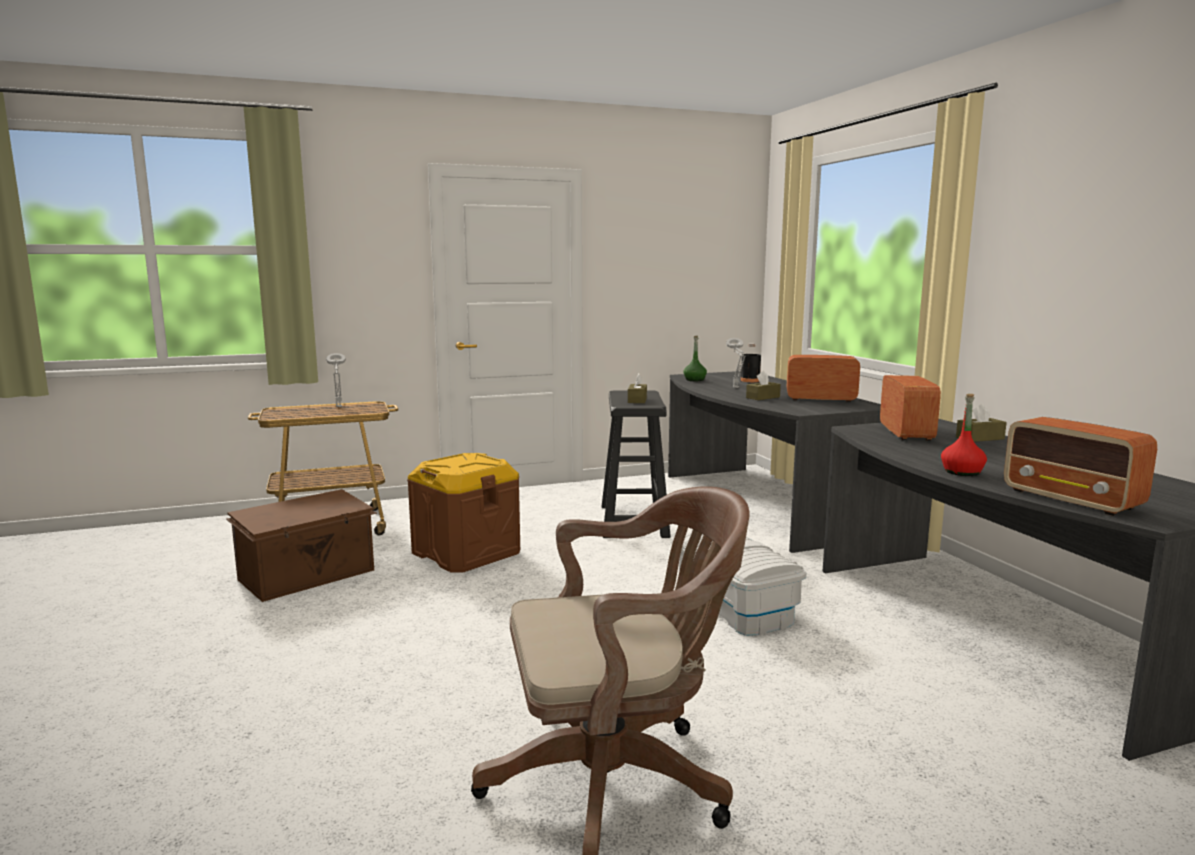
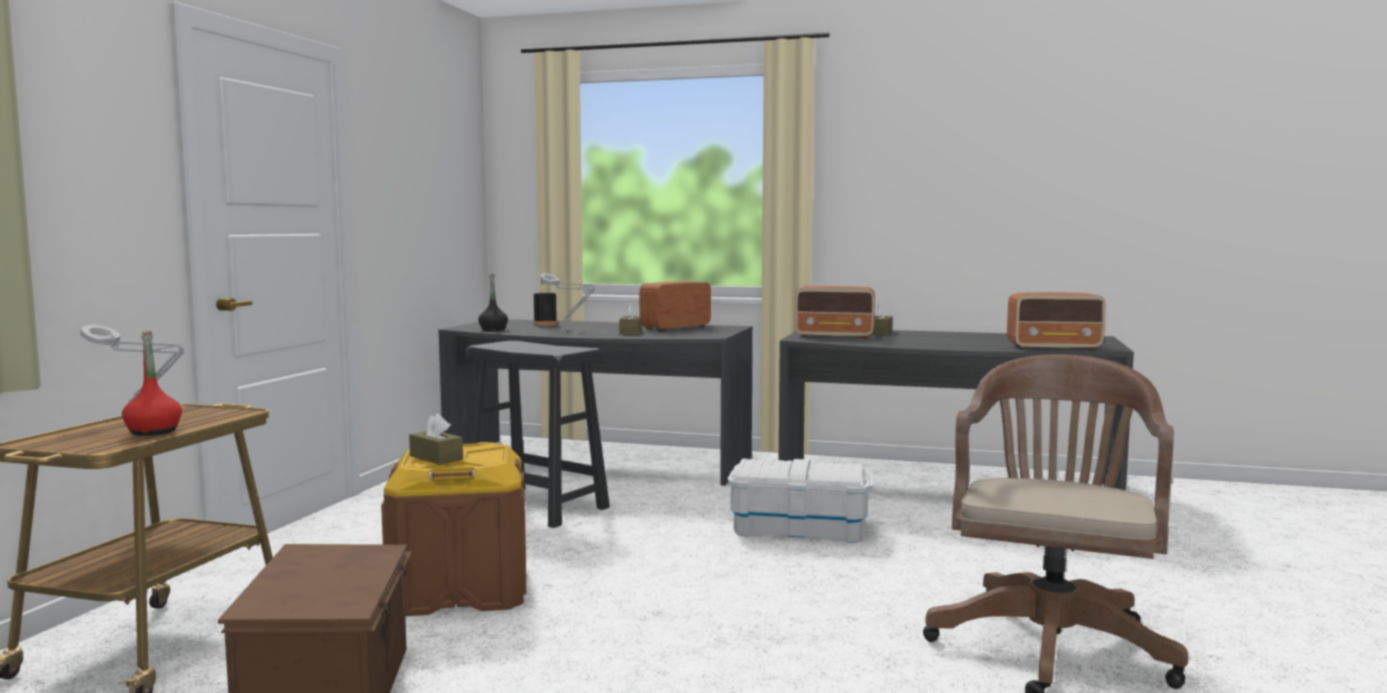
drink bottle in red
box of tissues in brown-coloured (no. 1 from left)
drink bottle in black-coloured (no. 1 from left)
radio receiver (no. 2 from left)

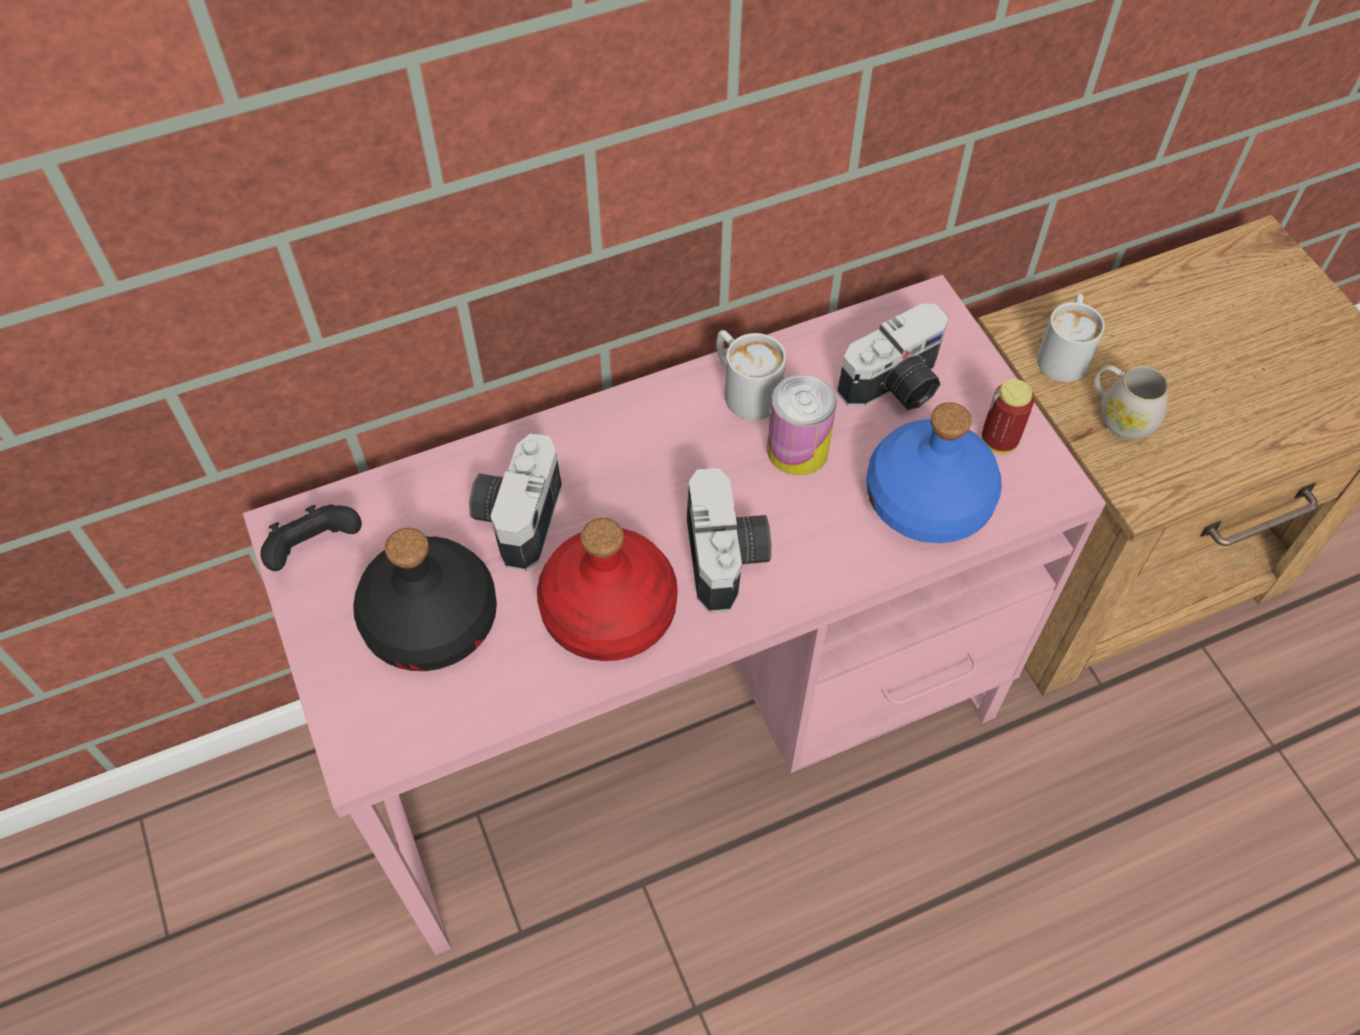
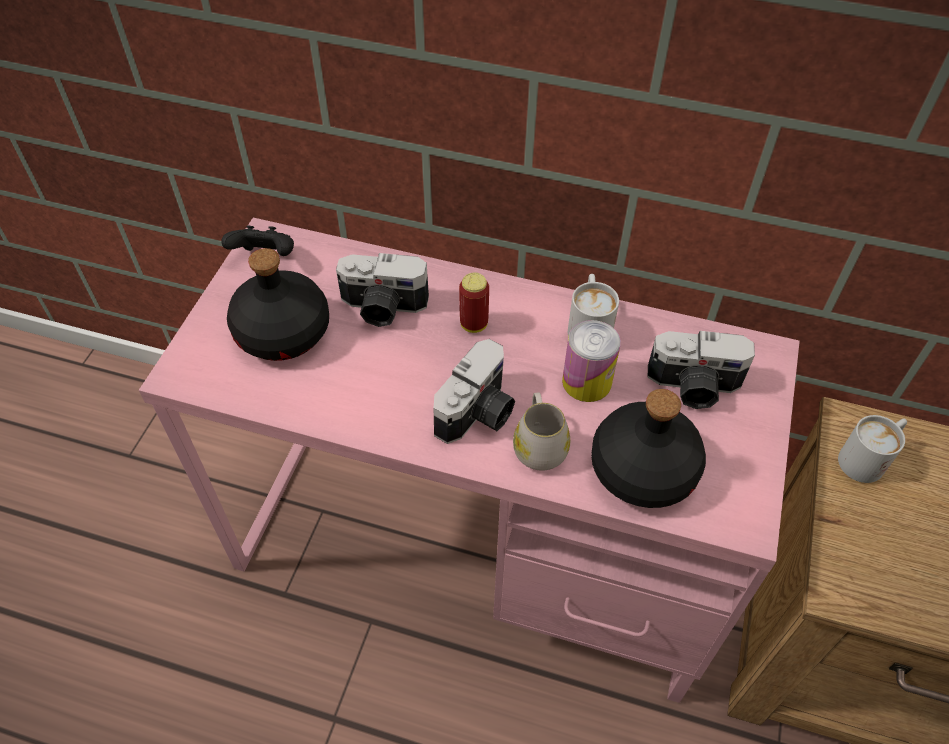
photo camera (no. 1 from left)
can (no. 1 from left)
mug in white (no. 1 from left)
drink bottle in black-coloured (no. 2 from left)
drink bottle in red

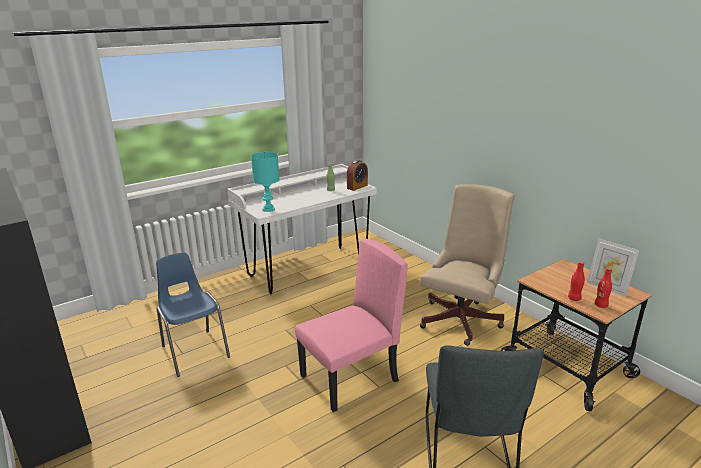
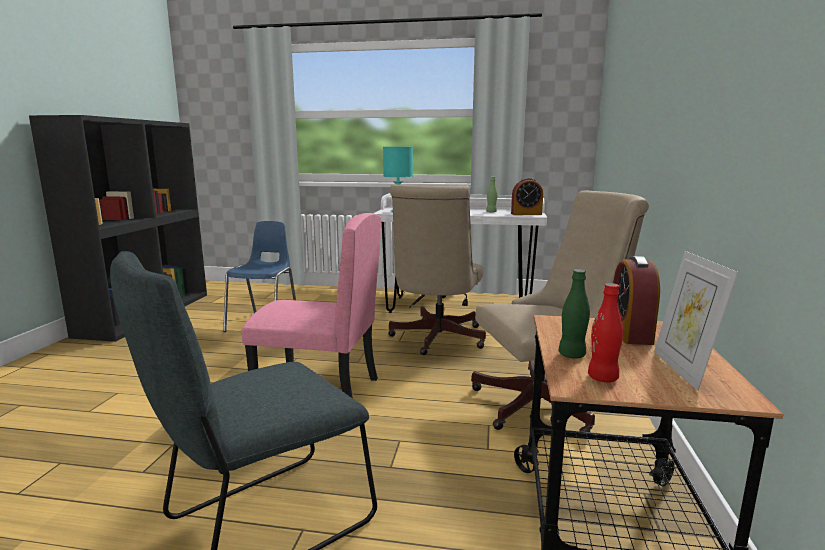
computer chair in beige-coloured (no. 1 from left)
drink bottle in green (no. 2 from left)
bedside clock (no. 2 from left)

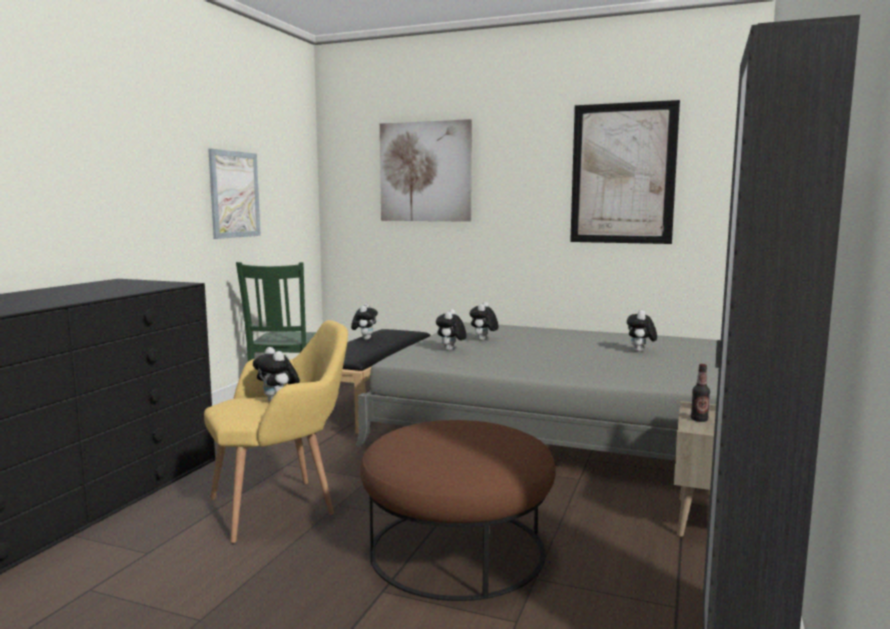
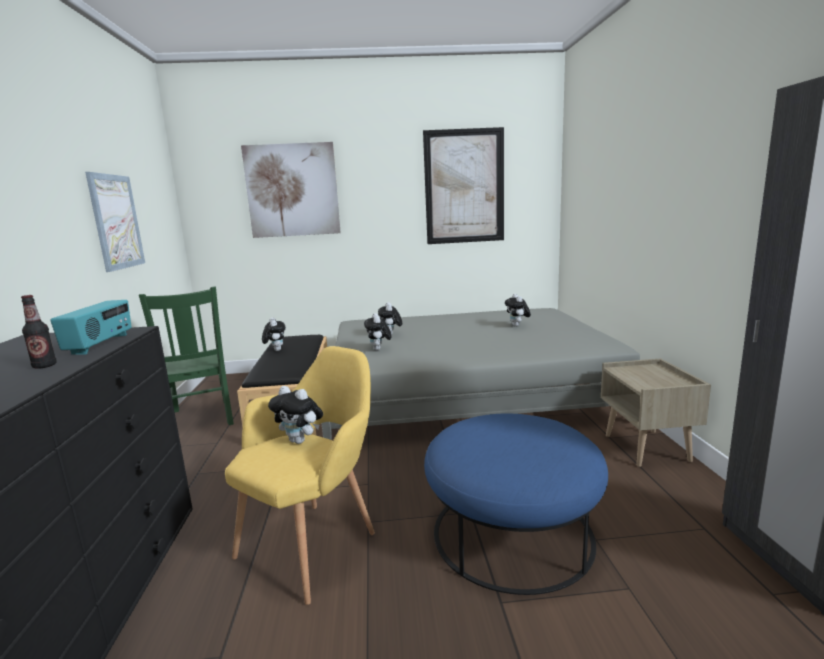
drink bottle
radio receiver
footrest in bluish

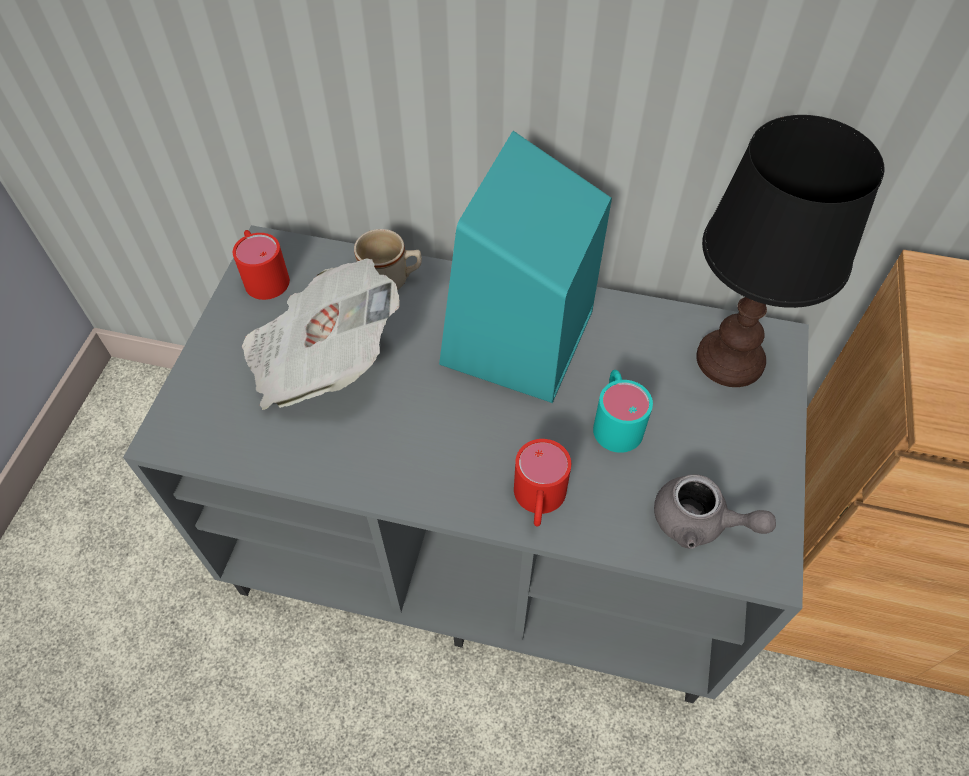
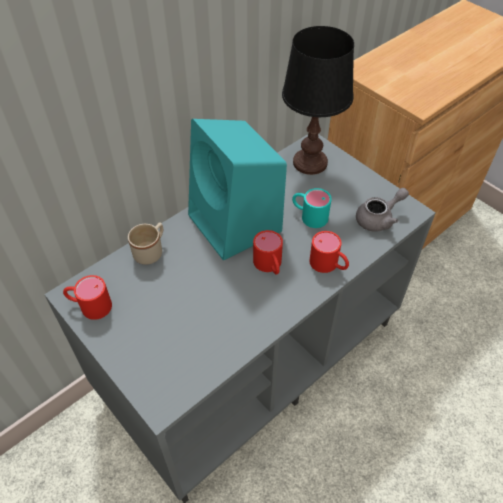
mug in red (no. 2 from left)
daily paper

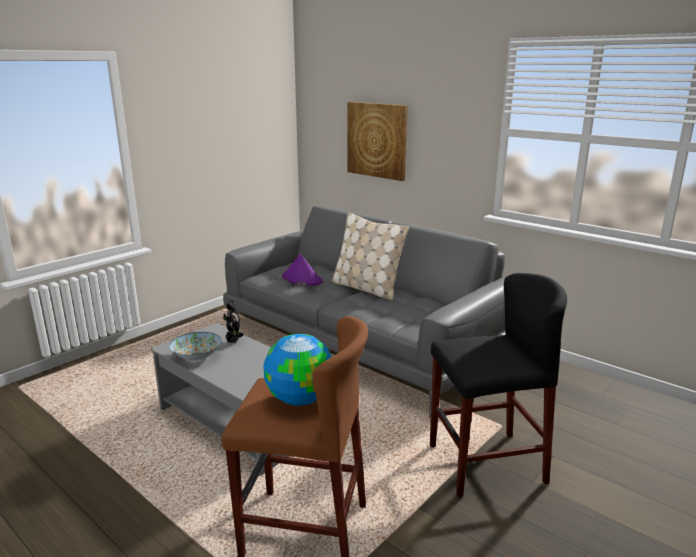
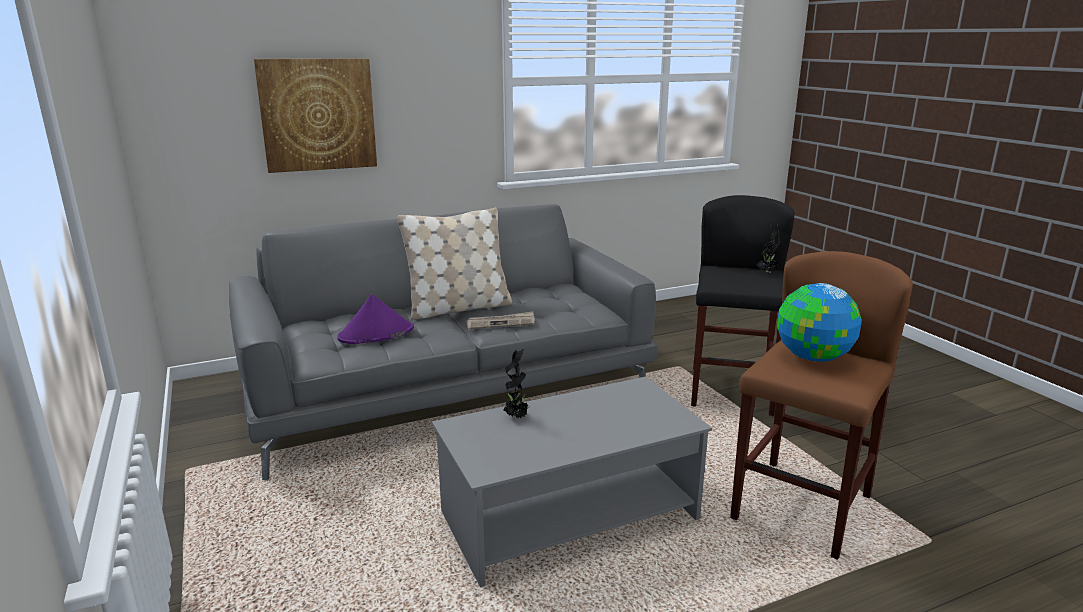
daily paper
potted plant (no. 2 from left)
deep dish

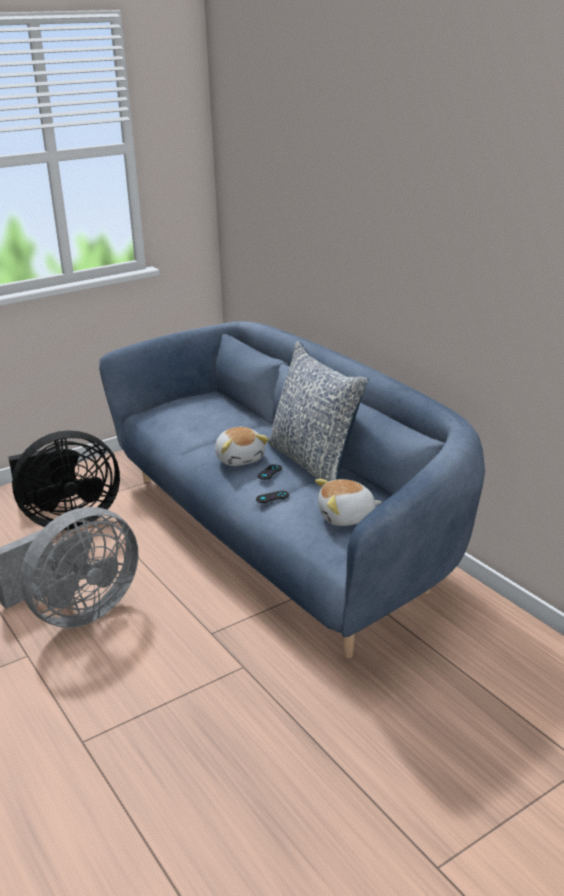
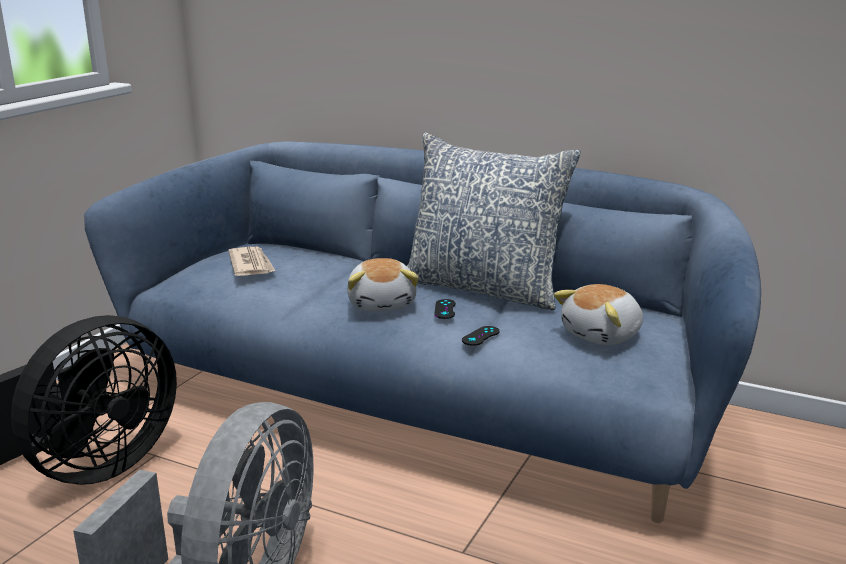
daily paper
plush toy (no. 1 from left)

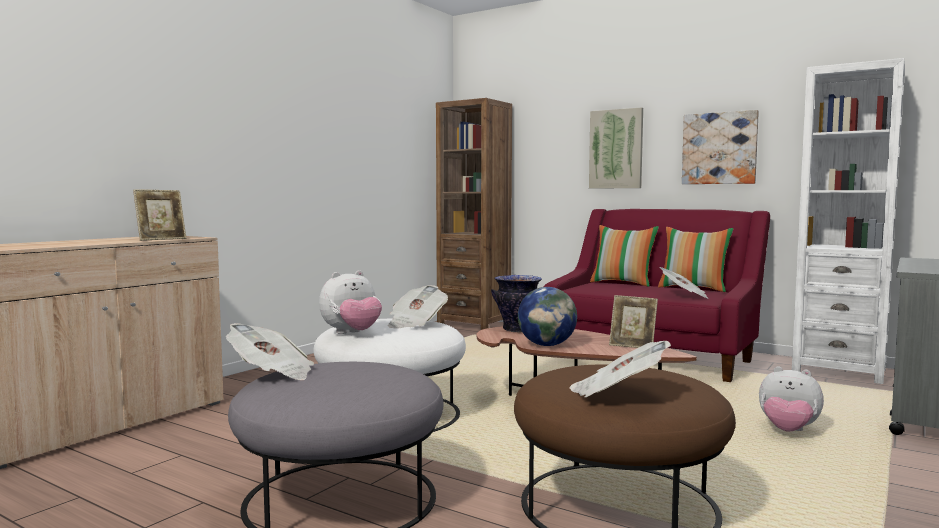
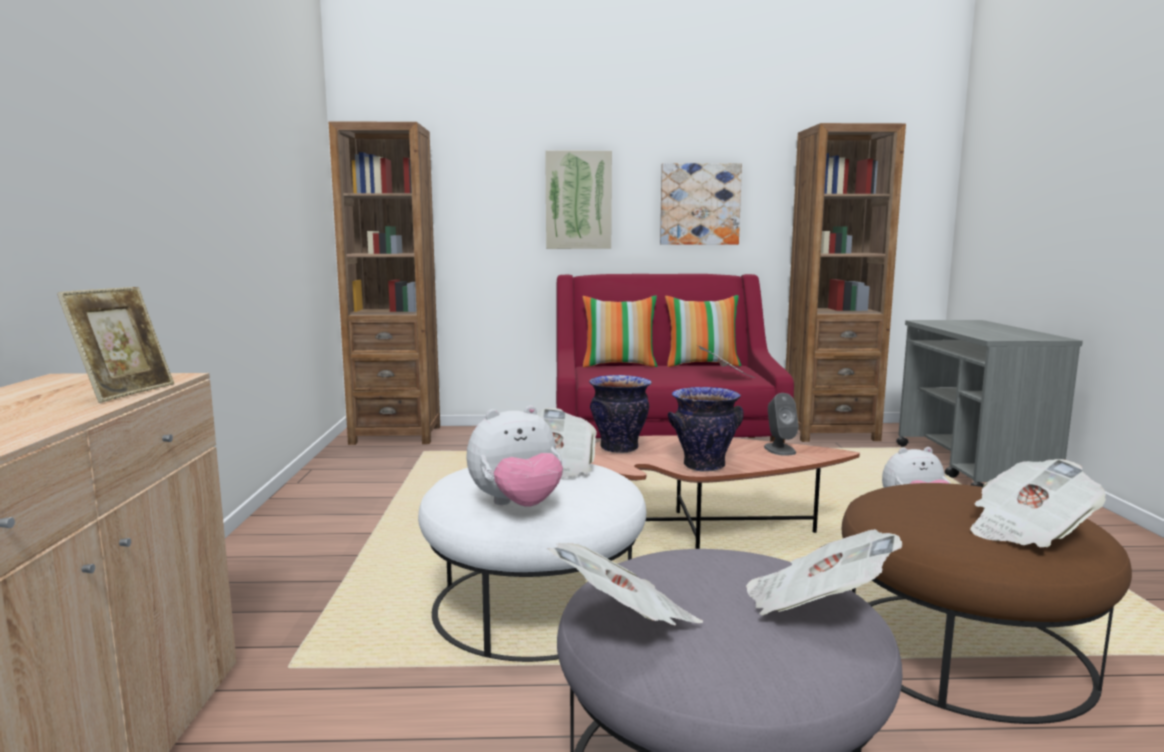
plush toy (no. 1 from left)
vase (no. 2 from left)
daily paper (no. 4 from left)
audio speaker in greyish
bookshelf in brown-coloured (no. 2 from left)

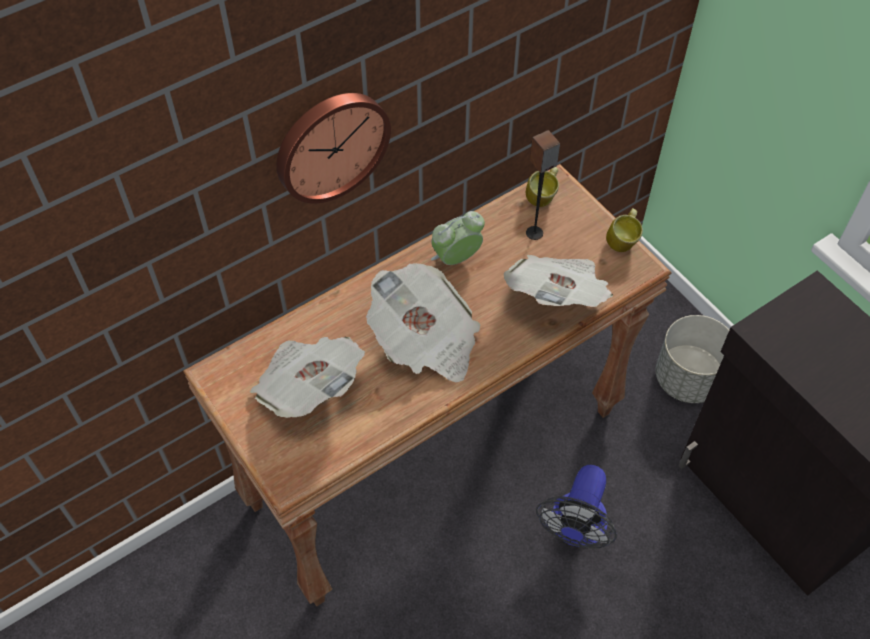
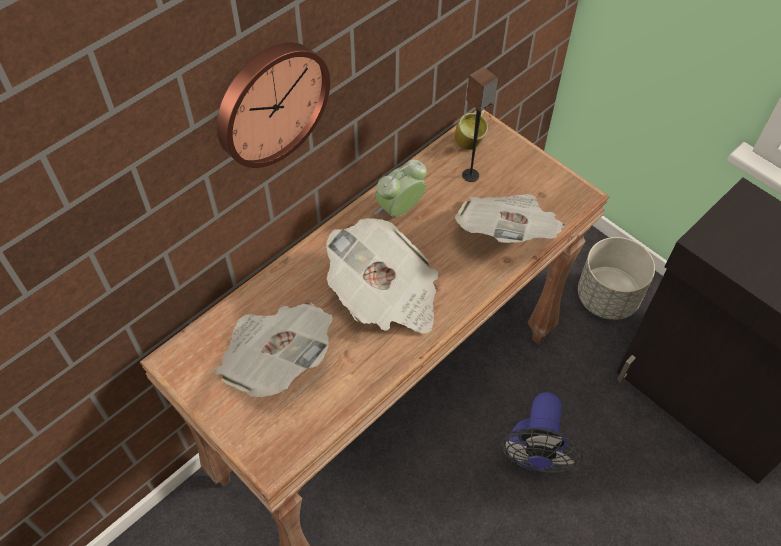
mug (no. 2 from left in the first image)

